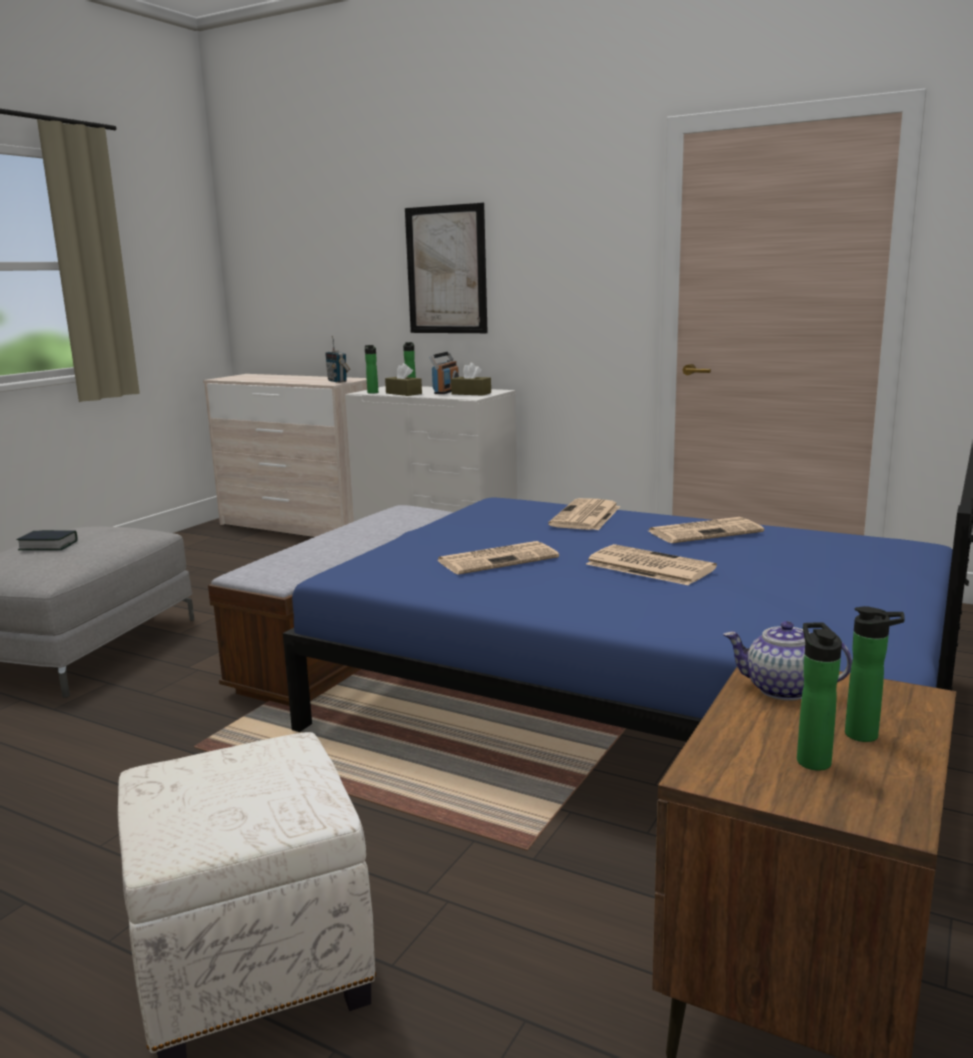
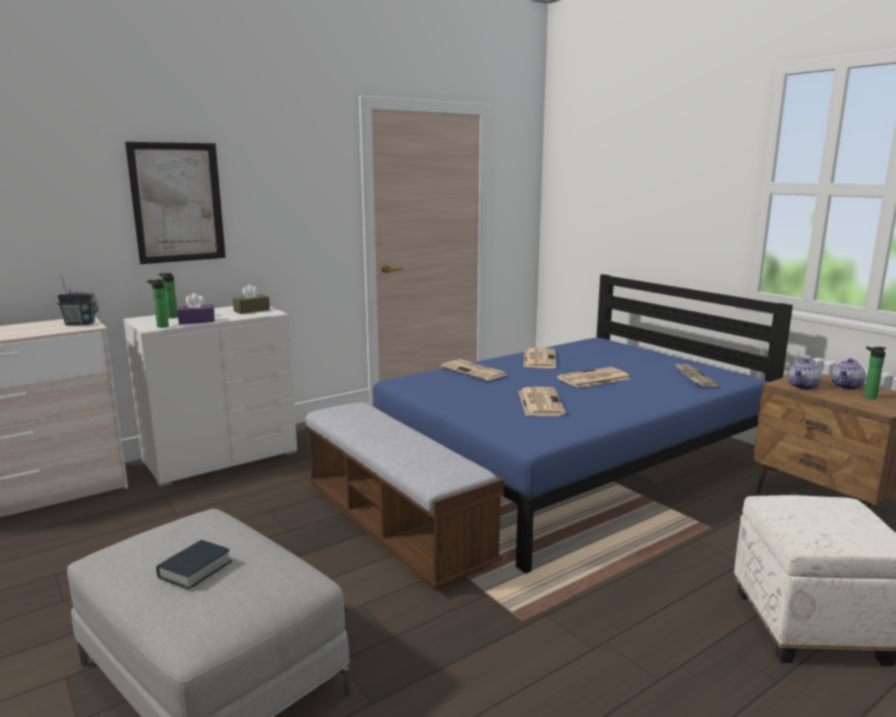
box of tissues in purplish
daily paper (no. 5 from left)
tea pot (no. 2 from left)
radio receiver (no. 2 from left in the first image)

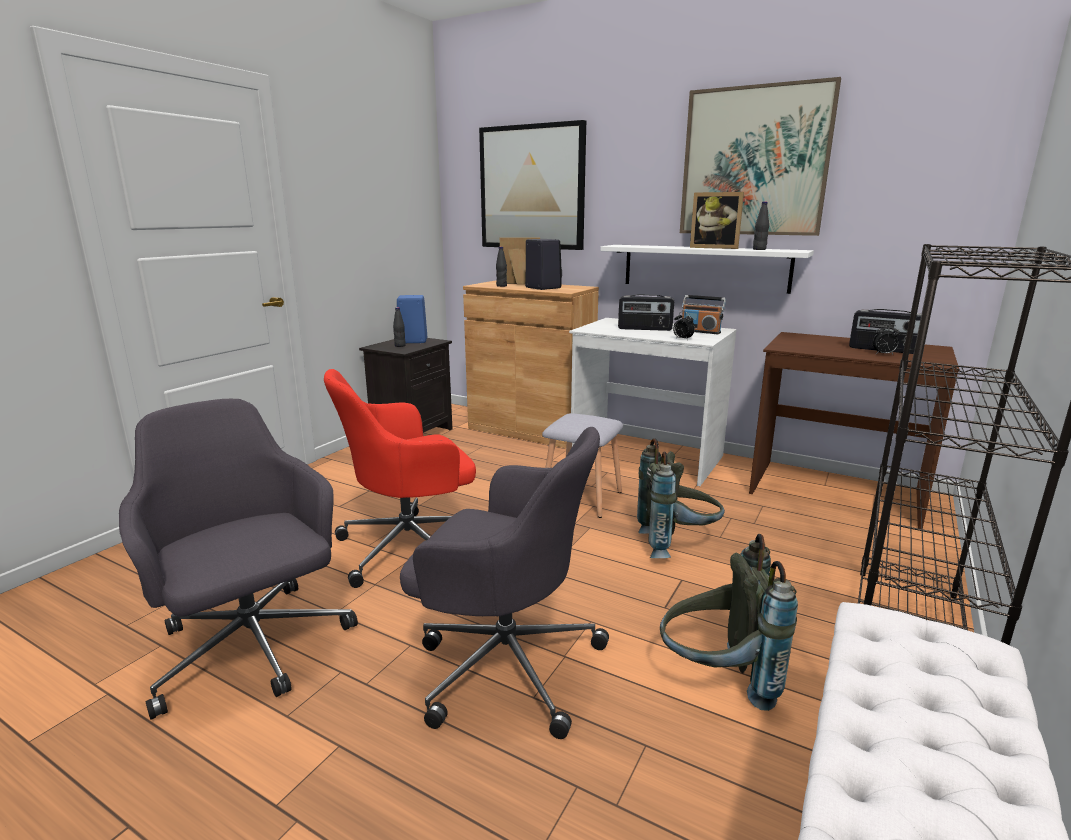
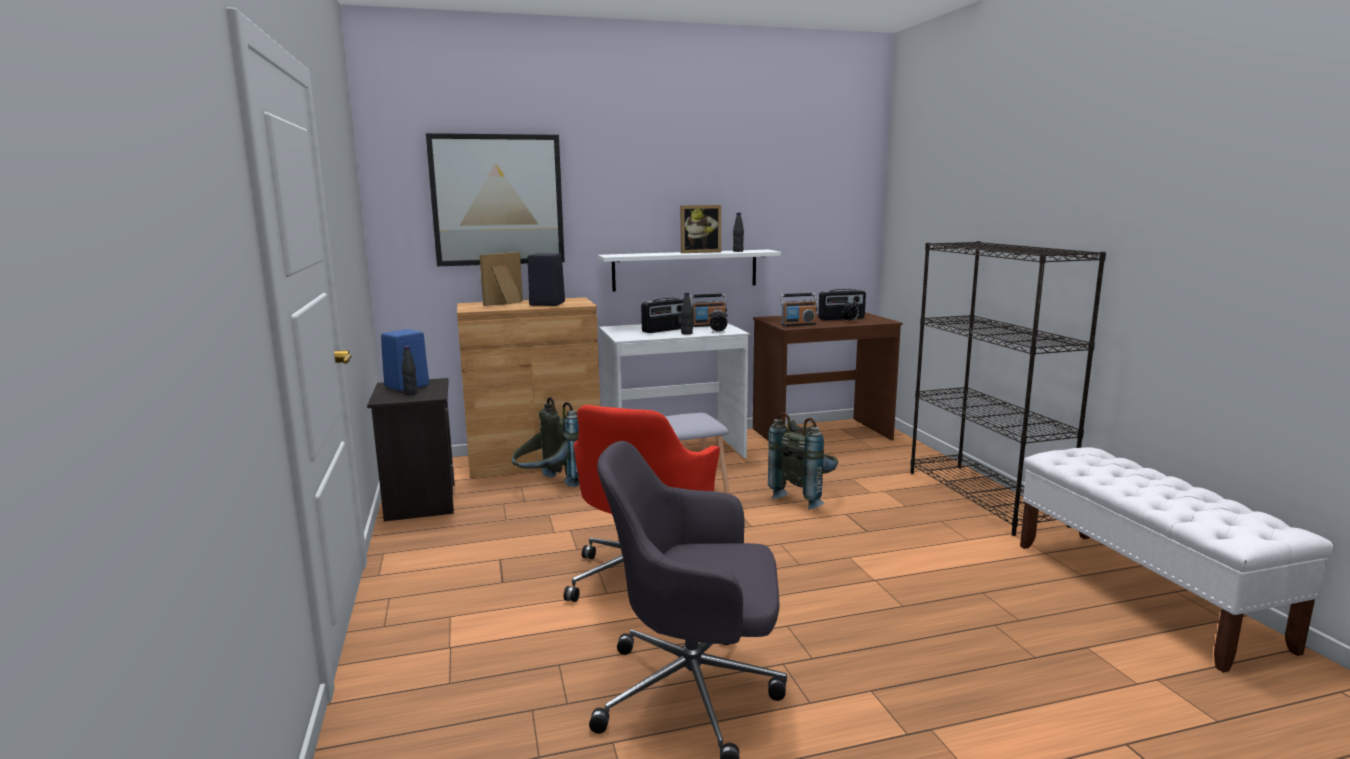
rucksack in greyish (no. 1 from left)
drink bottle in black-coloured (no. 2 from left)
radio receiver (no. 3 from left)
computer chair in greyish (no. 2 from left in the first image)
wall art (no. 2 from left in the first image)

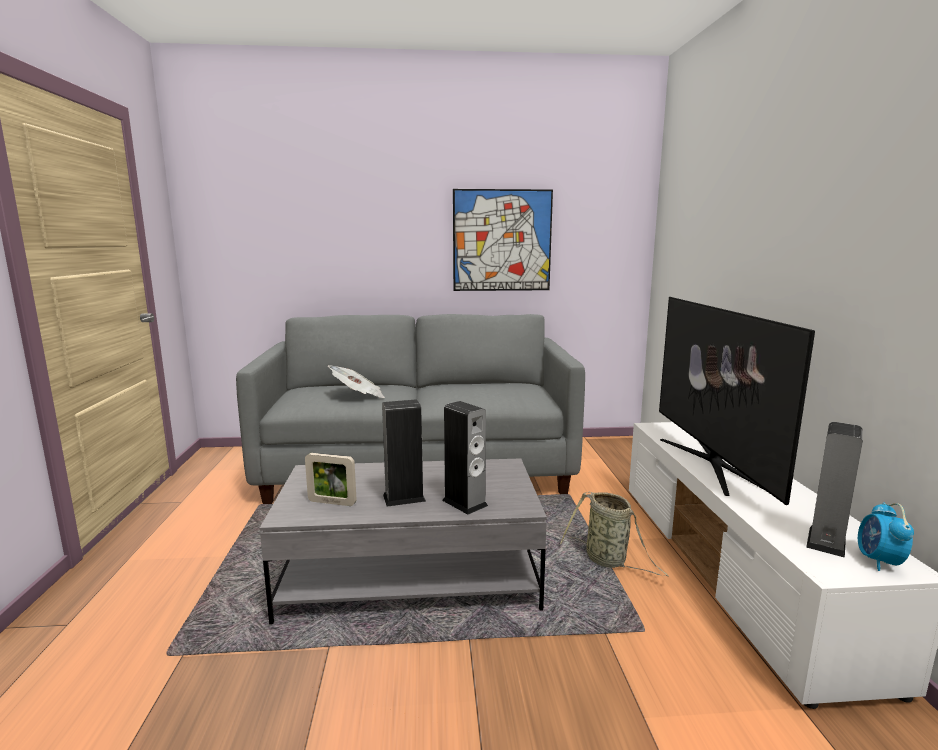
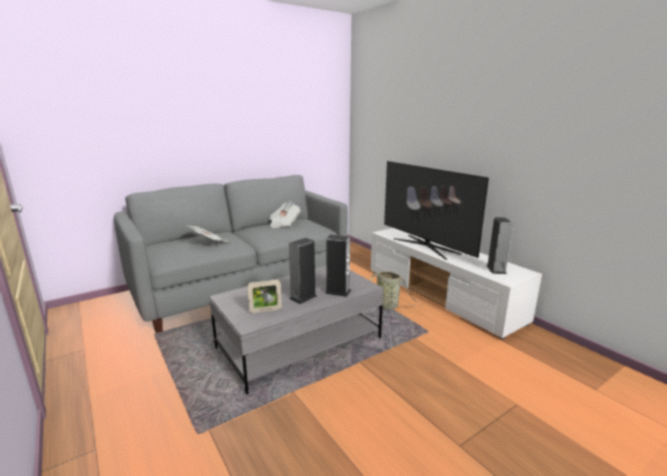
daily paper (no. 2 from left)
wall art
bedside clock

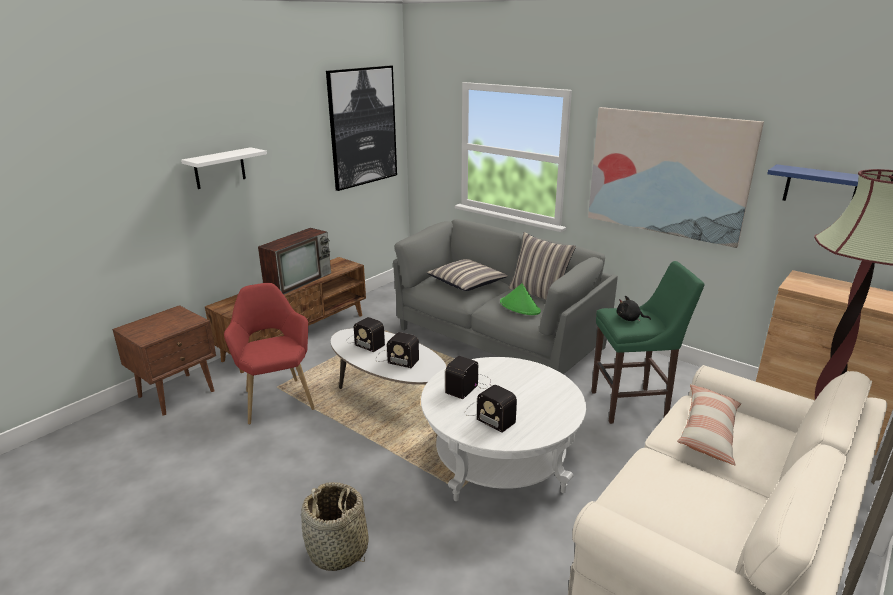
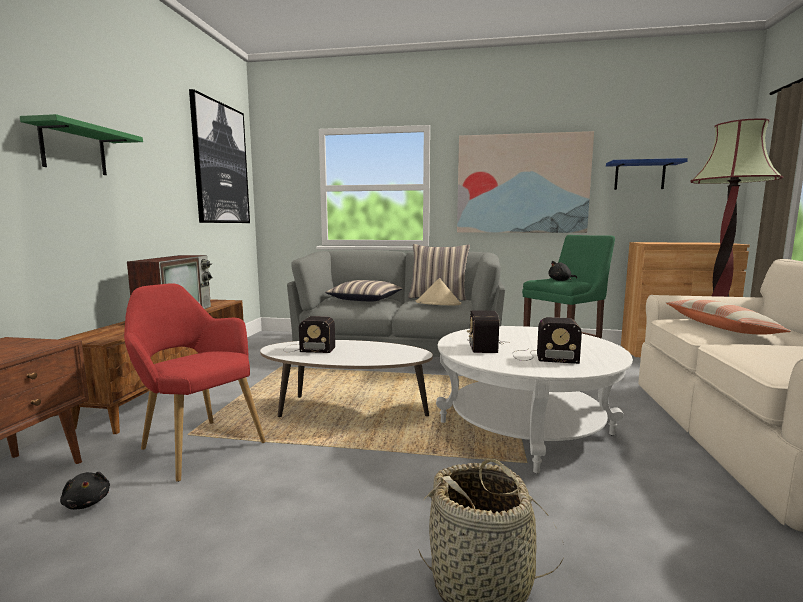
bracket shelf in green
plush toy in black-coloured (no. 1 from left)
wearable hat in beige-coloured
radio receiver (no. 2 from left in the first image)

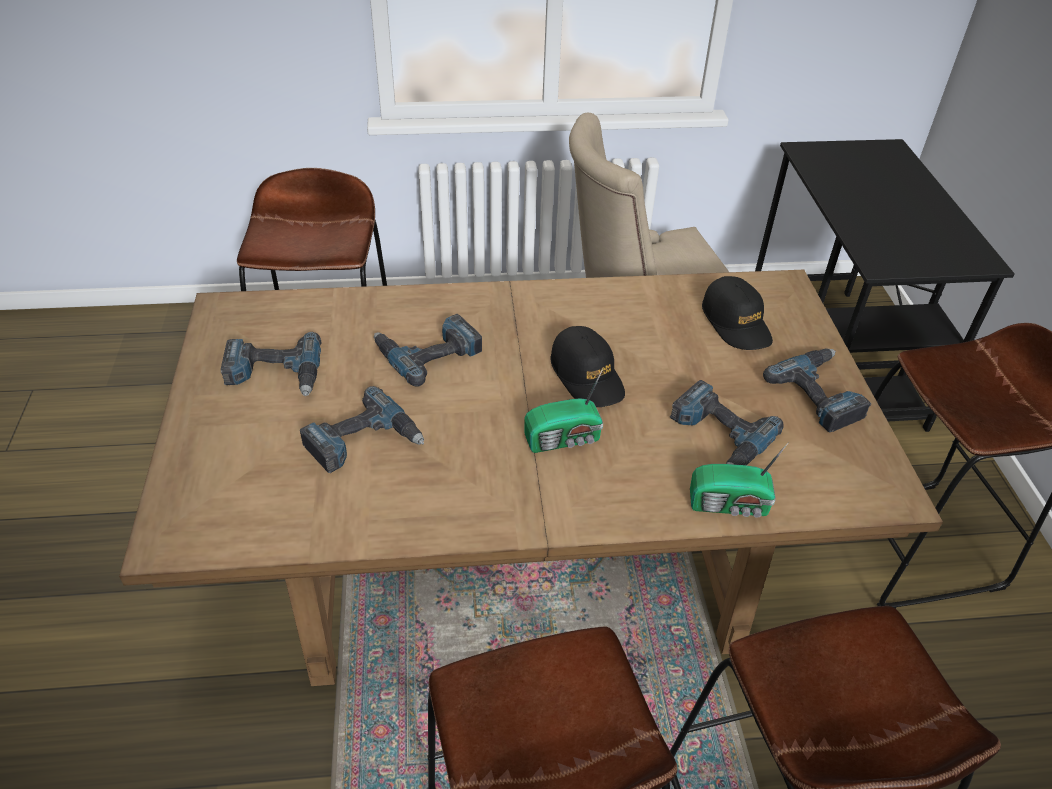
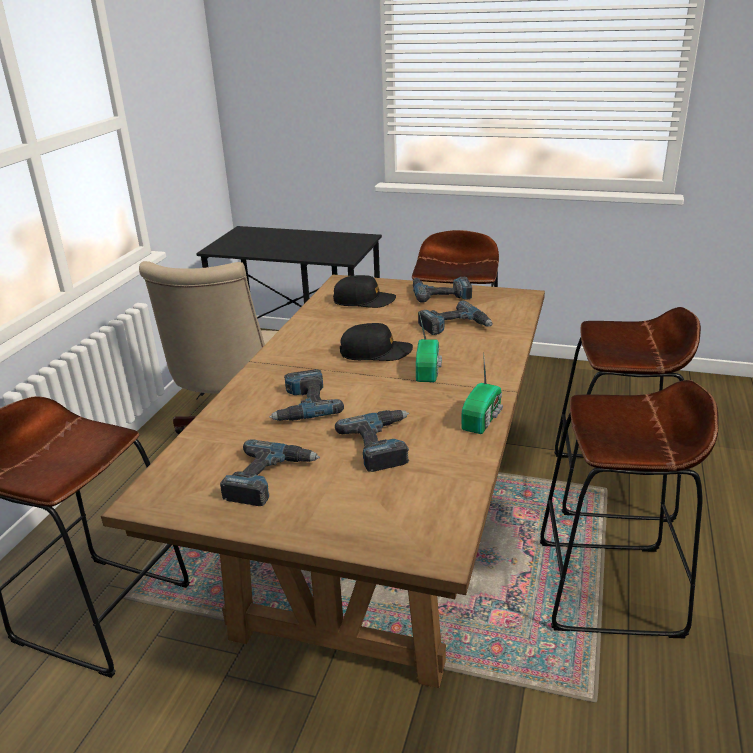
radio receiver (no. 2 from left)

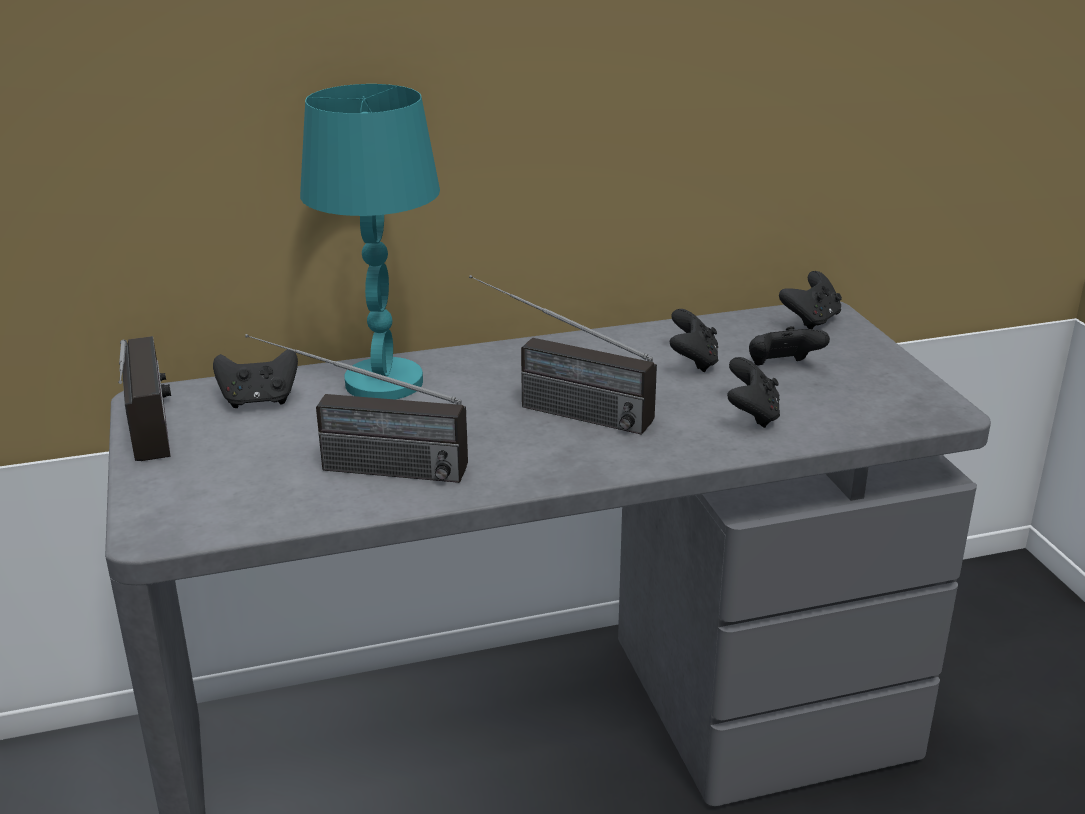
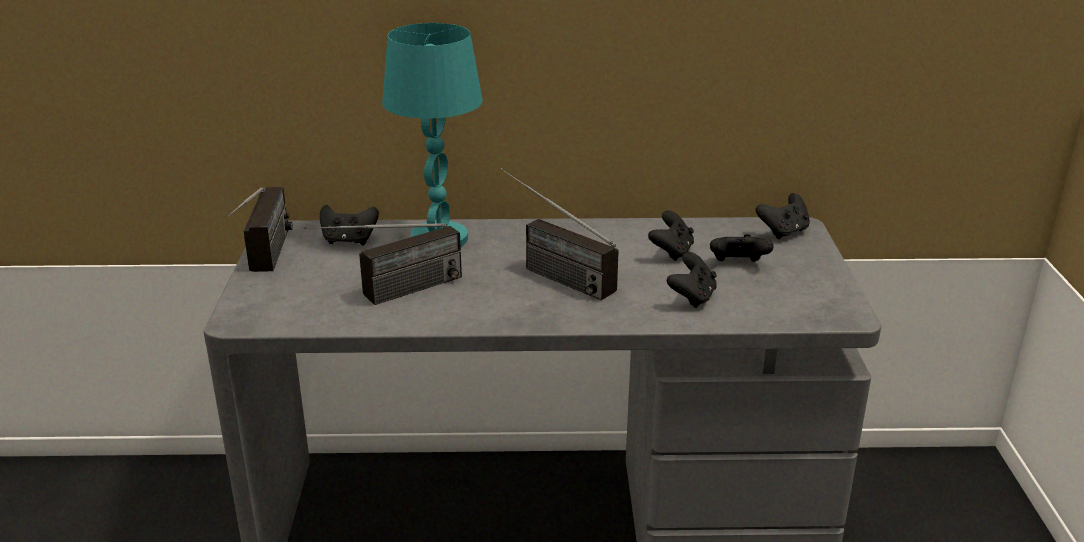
radio receiver (no. 2 from left)

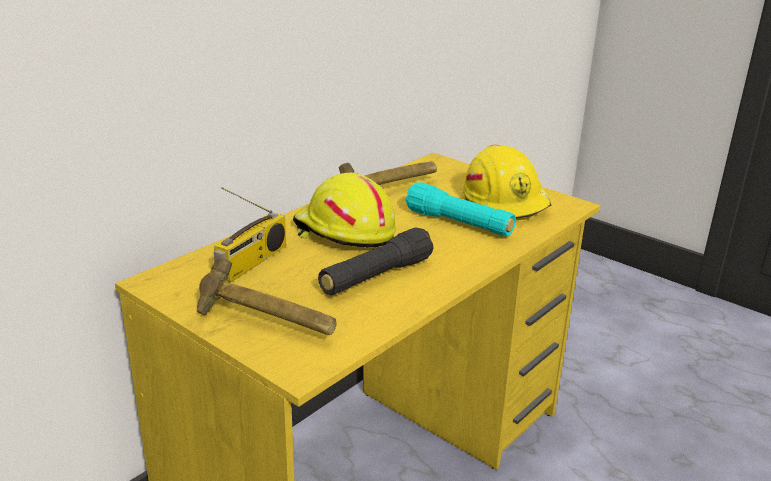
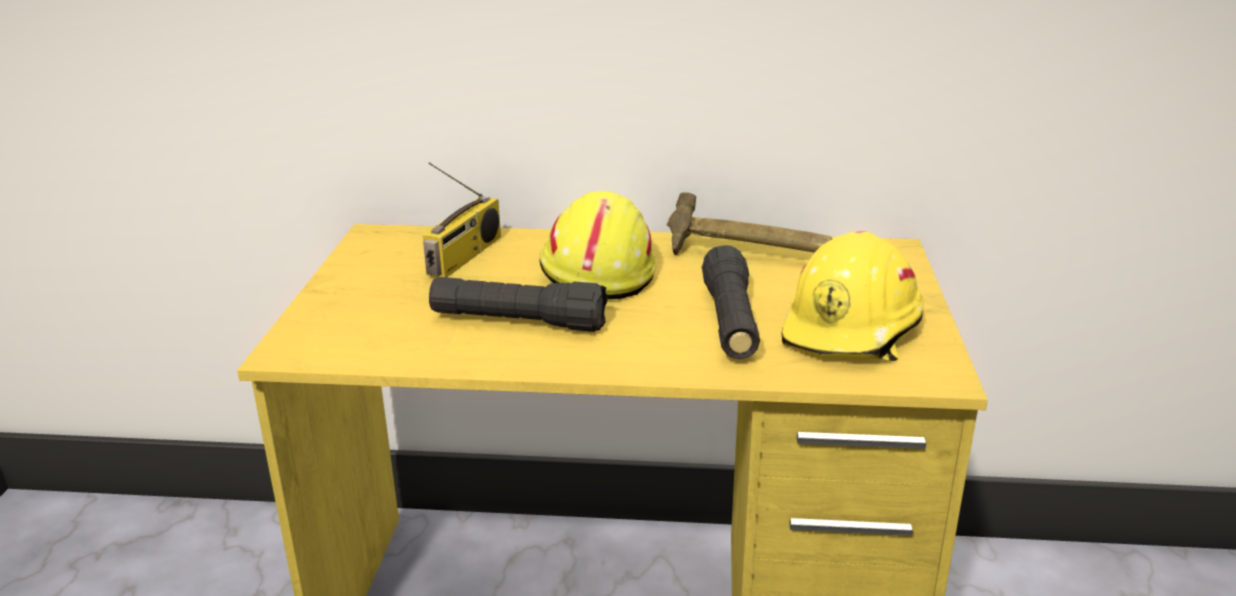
radio receiver
flashlight in black-coloured (no. 2 from left)
tool hammer (no. 1 from left in the first image)

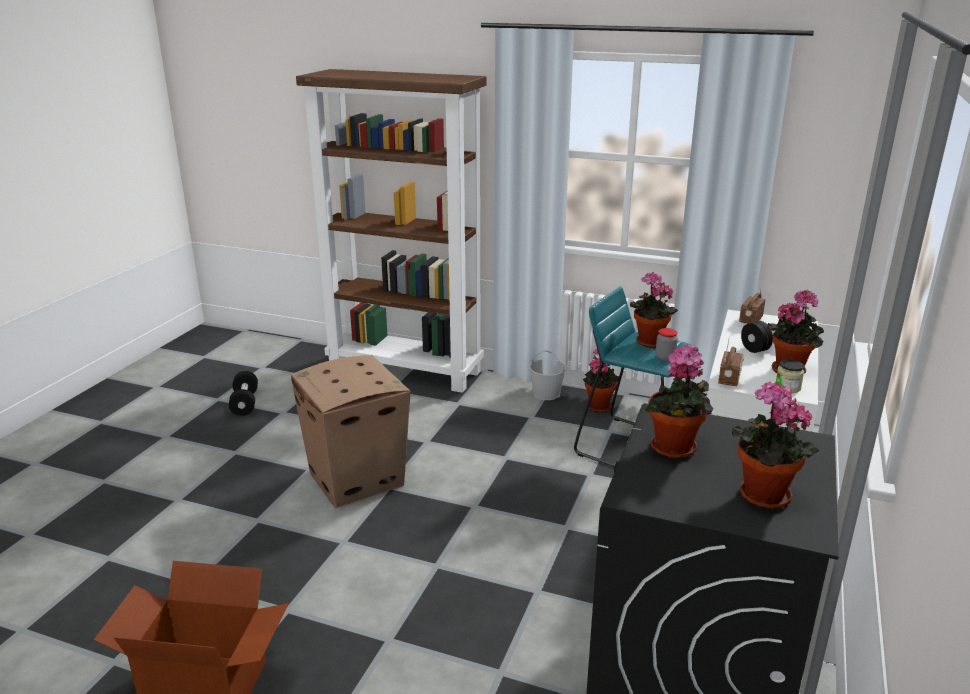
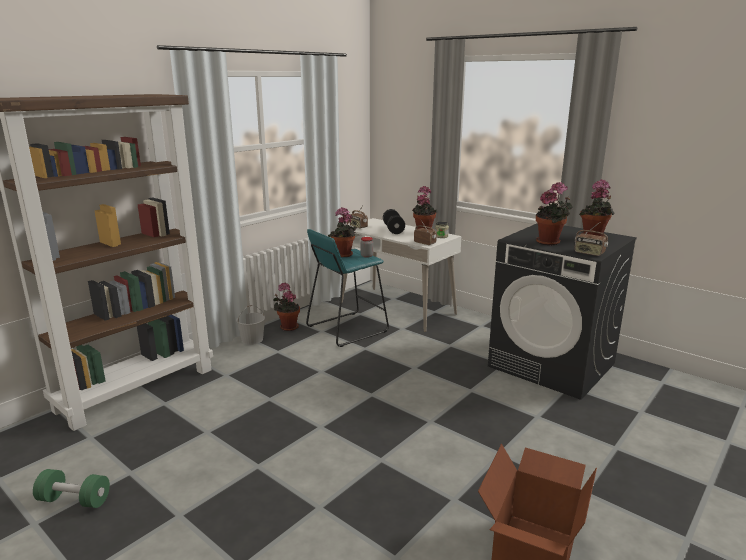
hand weight in green
radio receiver (no. 3 from left)
carton (no. 2 from left in the first image)

